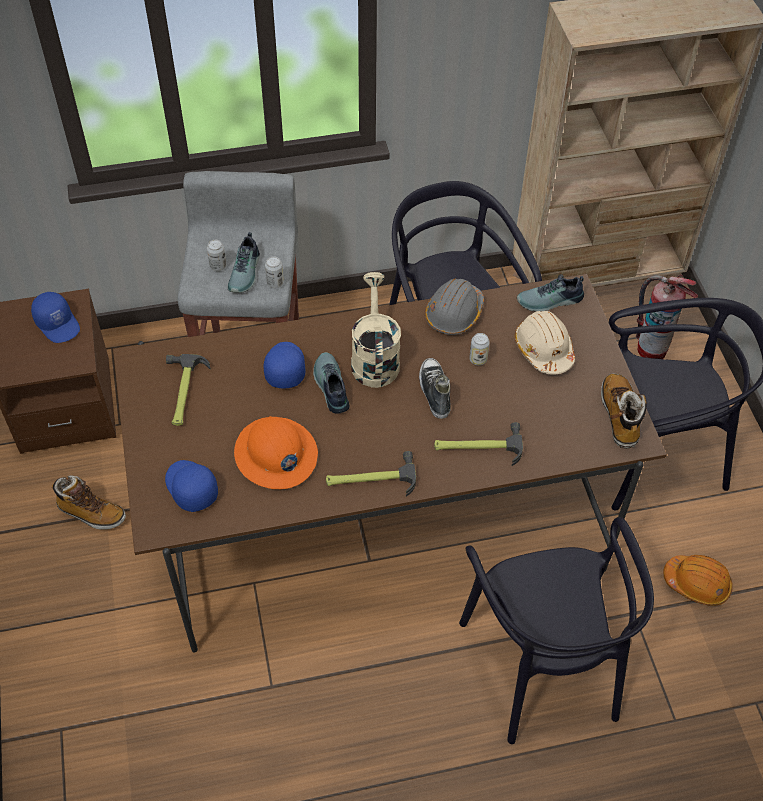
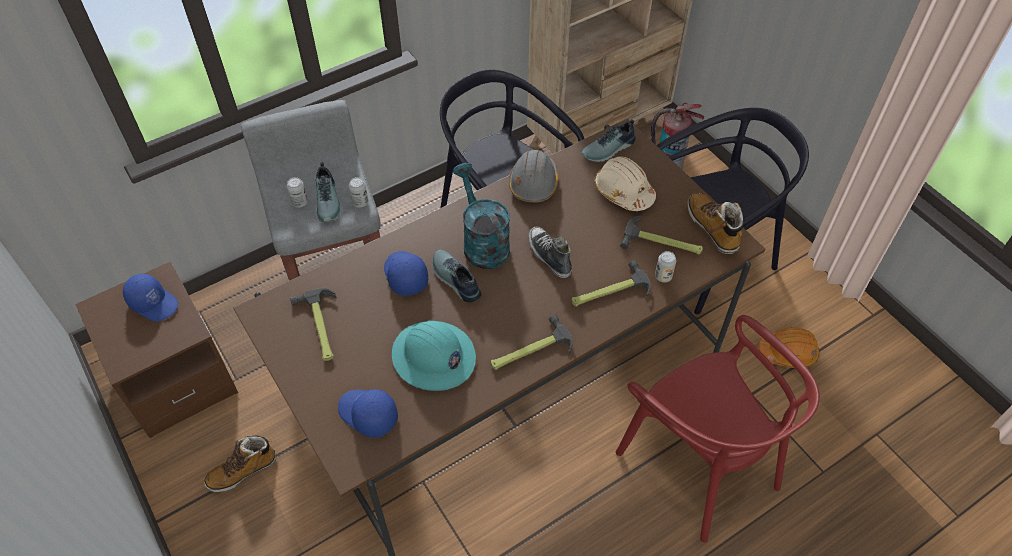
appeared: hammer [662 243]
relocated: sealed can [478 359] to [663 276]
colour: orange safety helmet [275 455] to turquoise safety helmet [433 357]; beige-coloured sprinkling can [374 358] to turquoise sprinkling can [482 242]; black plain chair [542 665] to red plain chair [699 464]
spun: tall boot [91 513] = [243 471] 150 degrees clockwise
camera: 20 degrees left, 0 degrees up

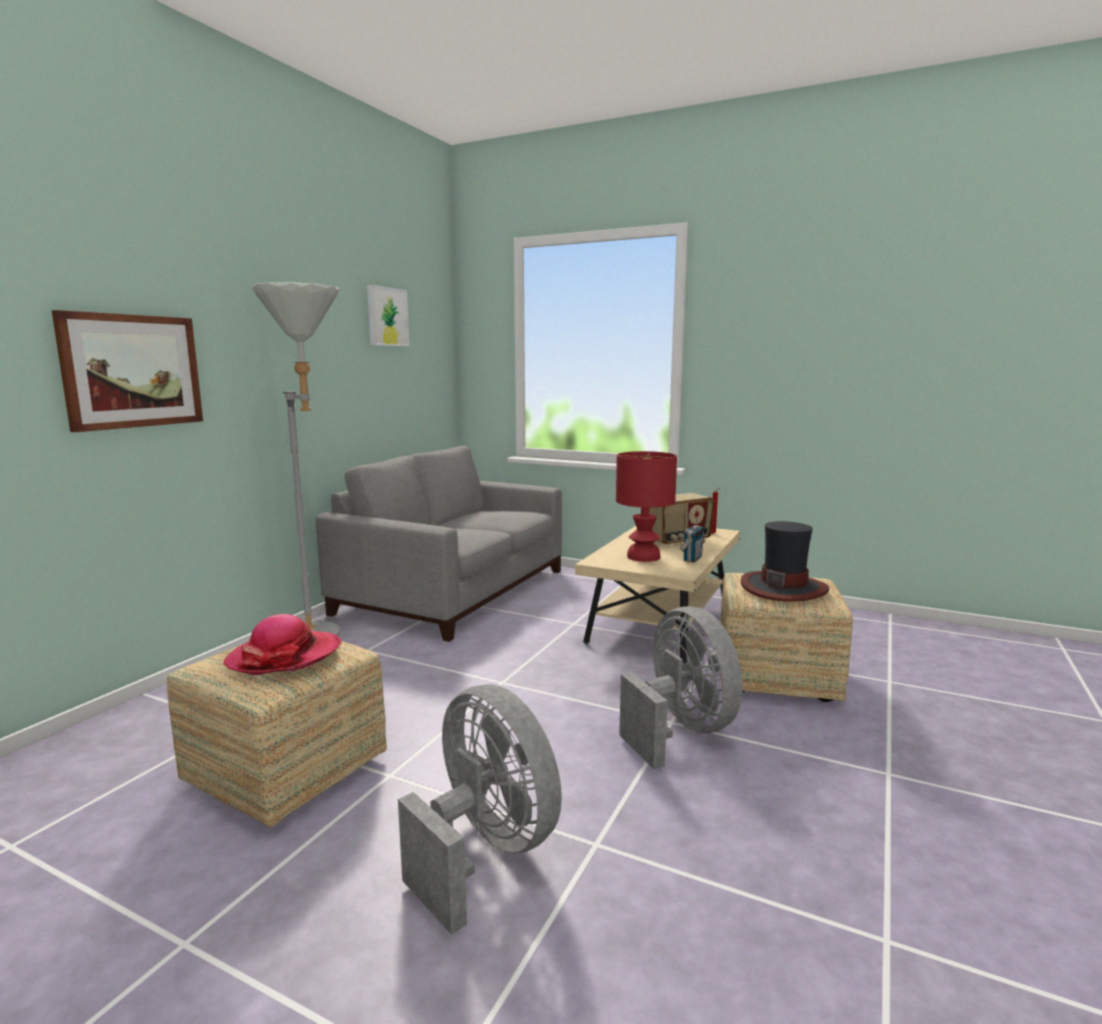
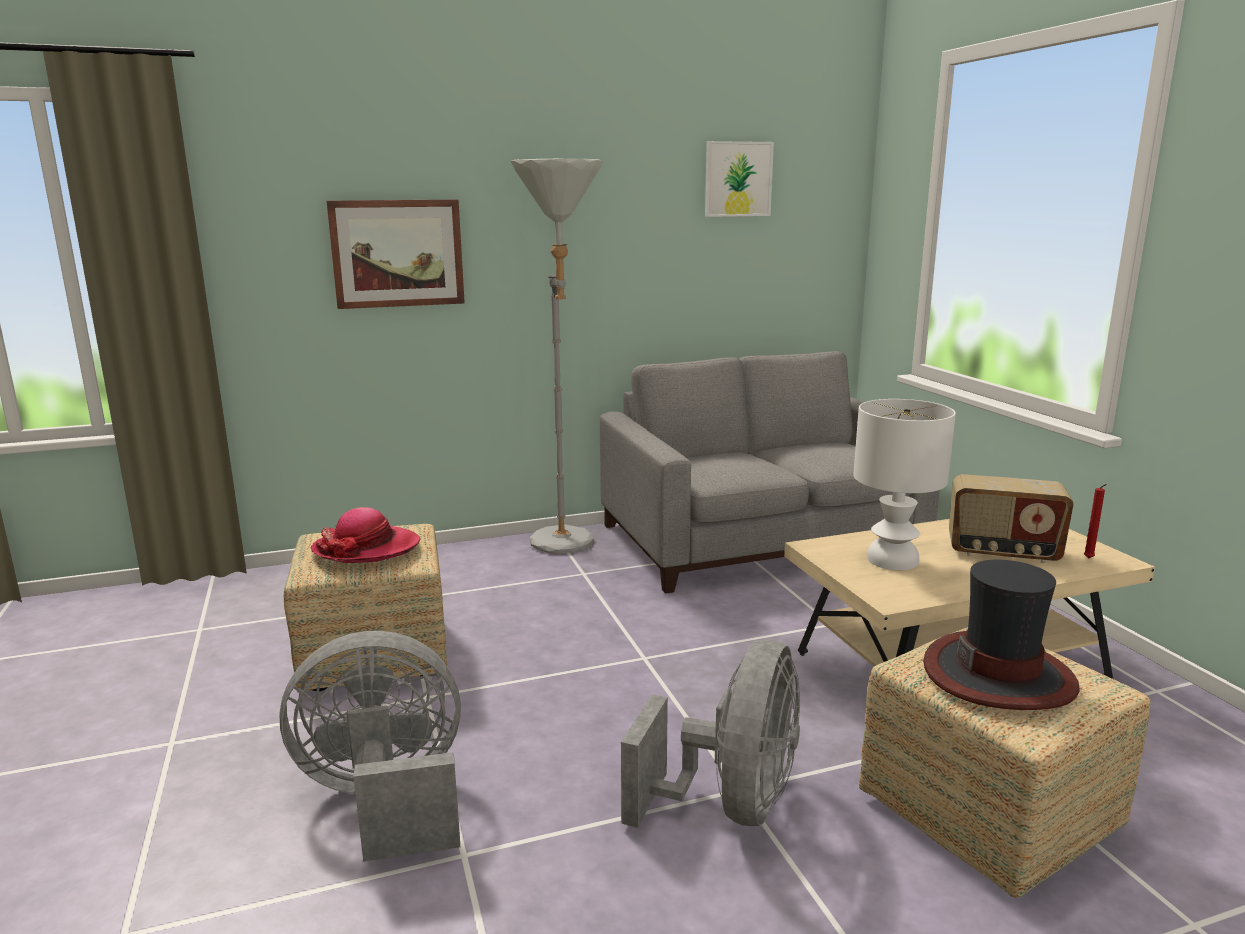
missing: radio [692 559]
colour: red tabletop lamp [643 557] to white-coloured tabletop lamp [892 560]
spun: gray cooling fan [485 851] = [385 801] 105 degrees counterclockwise
camera: 45 degrees right, 5 degrees up

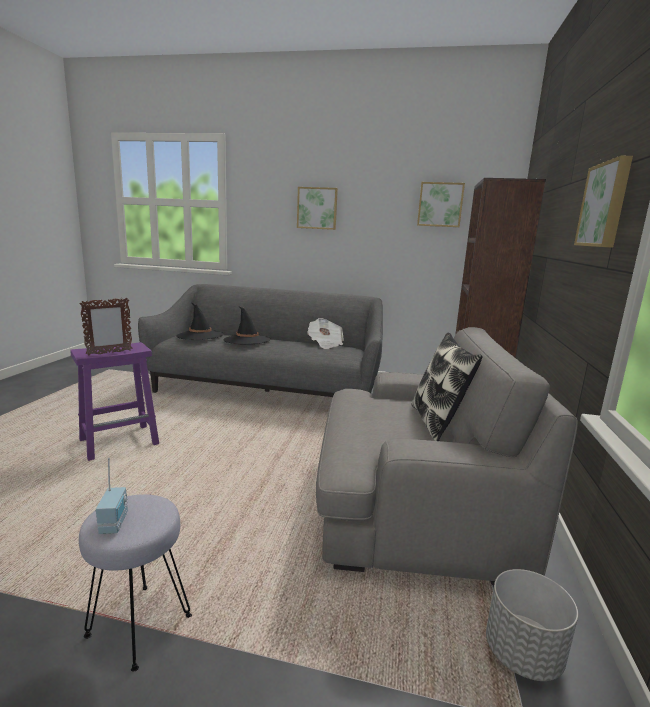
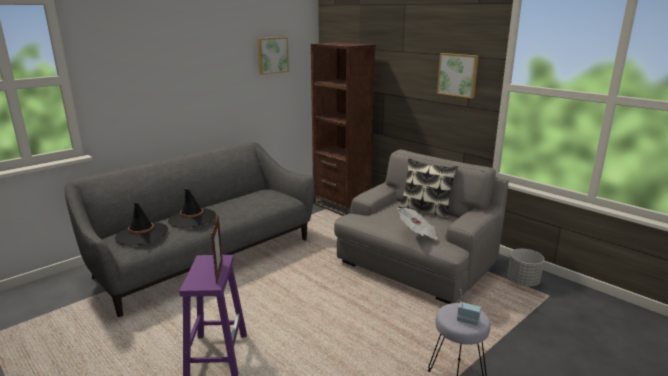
missing: wall art [317 208]
relocated: printed paper [325 343] to [417 233]
camera: 55 degrees left, 5 degrees up

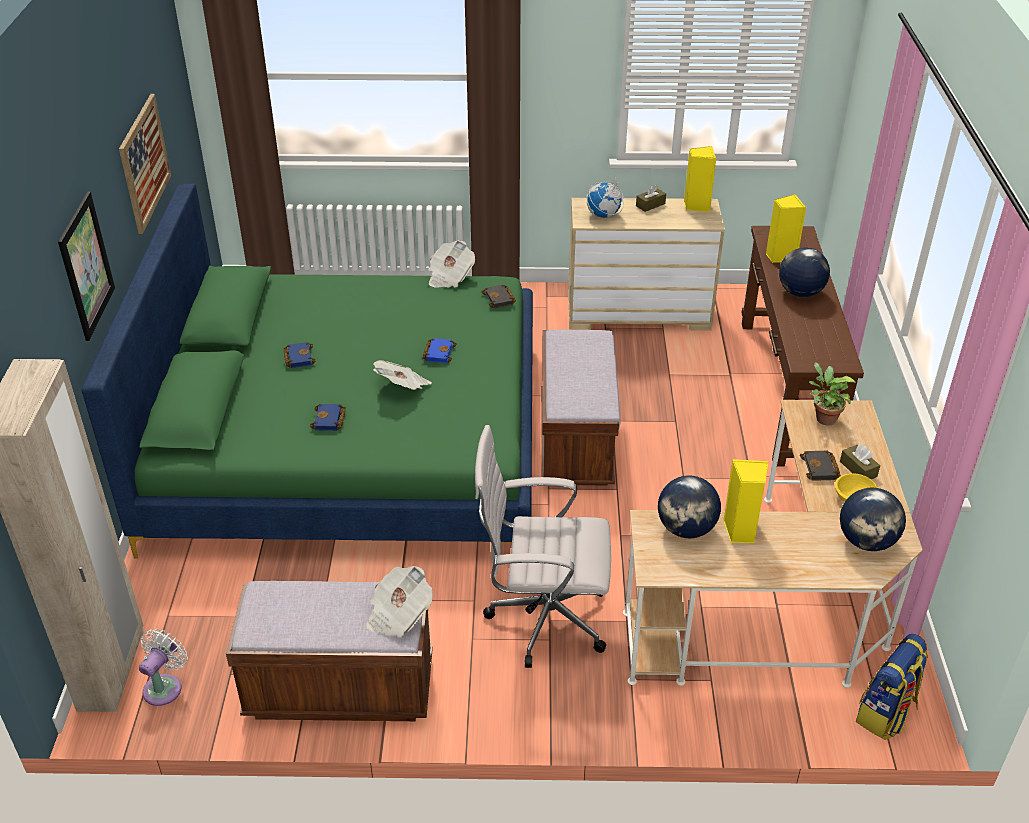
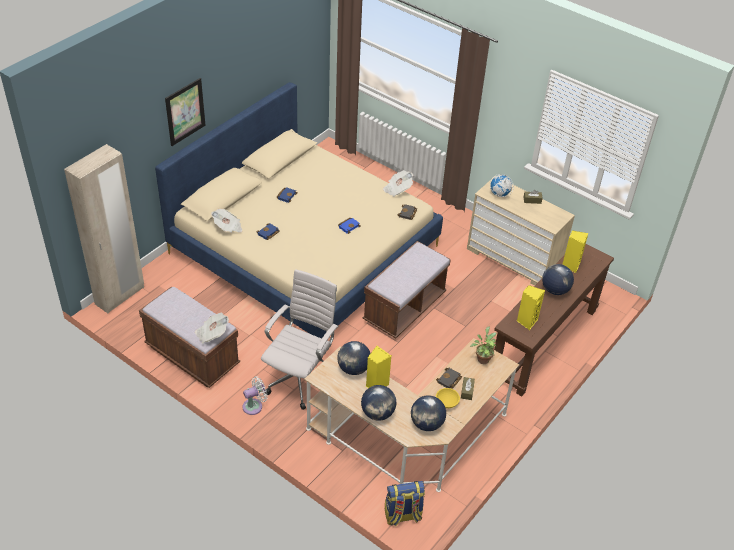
missing: wall art [144 162]
appeared: desk globe [378 413]
relocated: printed paper [403 387] to [228 227]; white-coloured cooling fan [165 686] to [254 406]; yellowish loudspeaker [696 205] to [526 321]
colour: green-coloured bedroom bed [351 439] to beige-coloured bedroom bed [304 249]
spun: white-coloured office chair [542 618] = [300 379] 75 degrees clockwise
camera: 35 degrees right, 5 degrees up

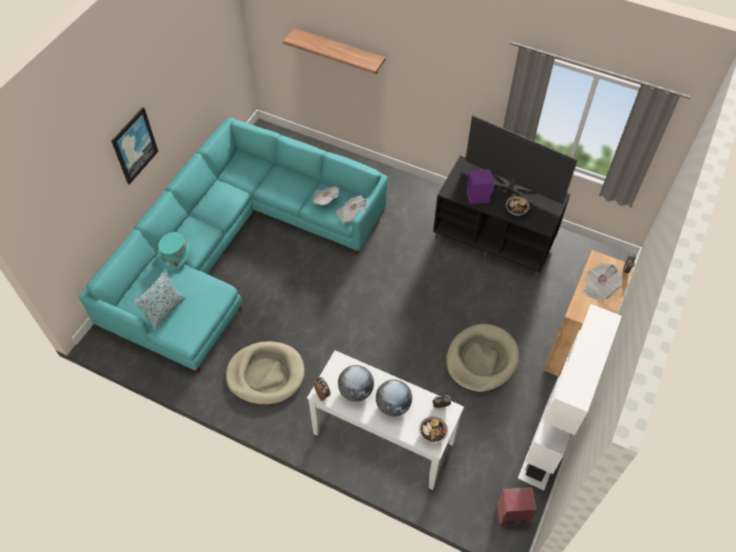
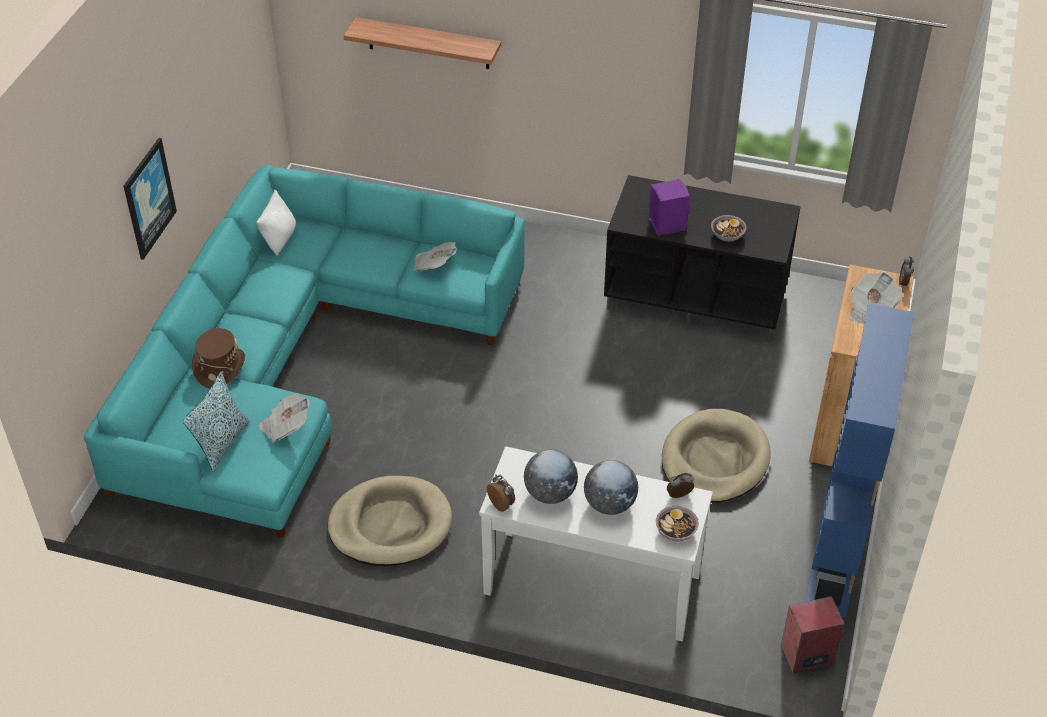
missing: TV set [512 186]
appeared: white-coloured pillow [279 239]
relocated: printed paper [351 214] to [285 426]
colour: turquoise wearable hat [175 256] to brown wearable hat [219 367]; white-coloured bookcase [547 442] to blue-coloured bookcase [836 554]
camera: 10 degrees left, 10 degrees down

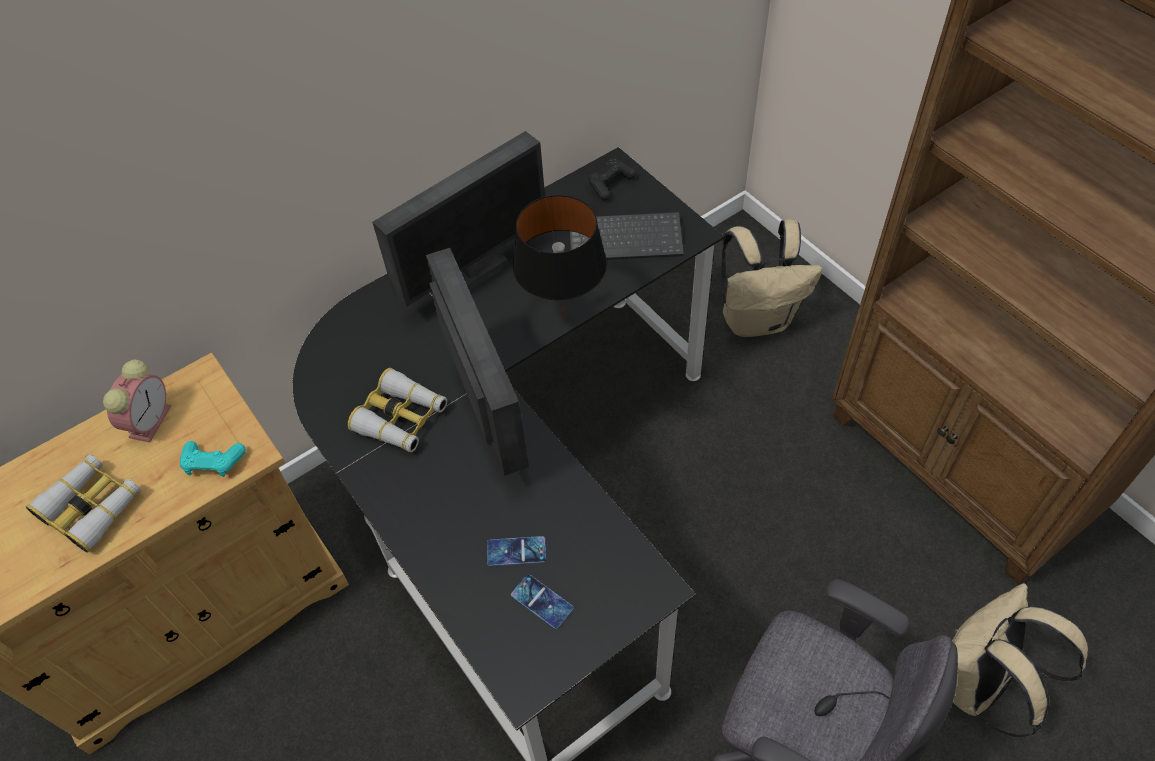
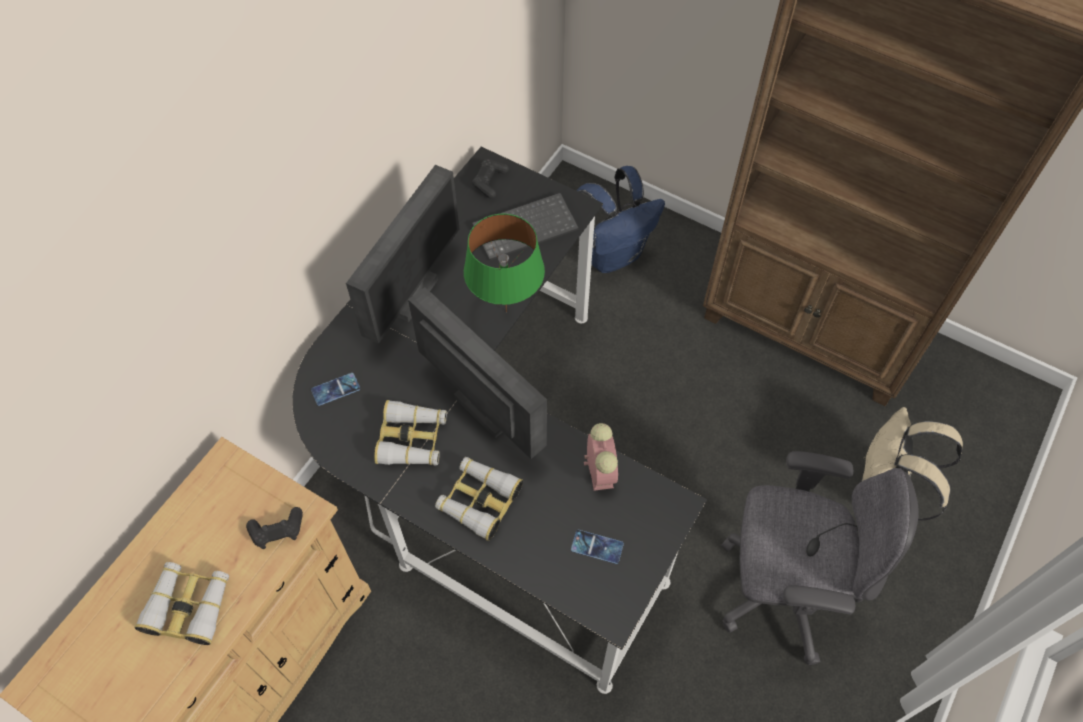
appeared: field glasses [479 500]
relocated: telephone [516 551] to [335 389]; table clock [151 419] to [599 469]
colour: turquoise gamepad [213 462] to black gamepad [277 531]; black tabletop lamp [564 317] to green-coloured tabletop lamp [506 310]; beige-coloured backpack [758 319] to blue-coloured backpack [613 254]
camera: 25 degrees left, 5 degrees up

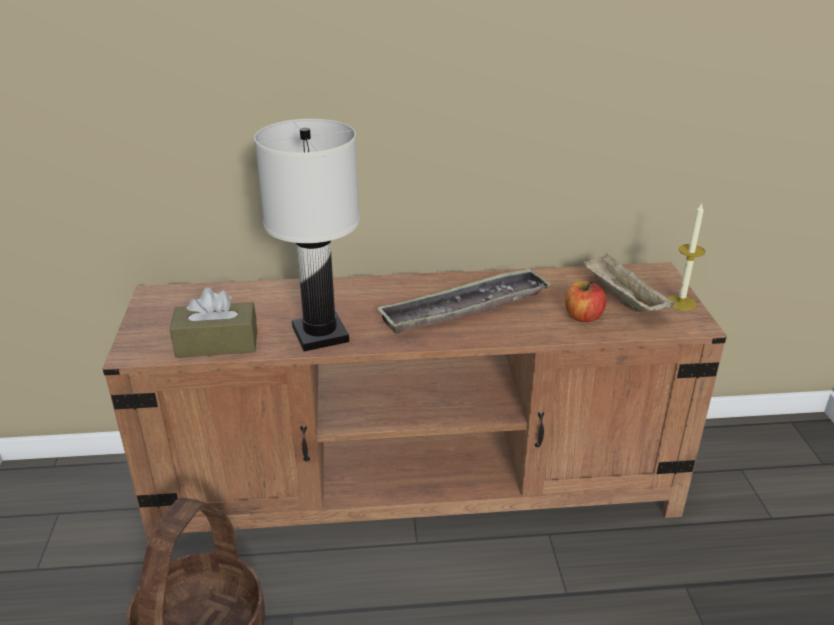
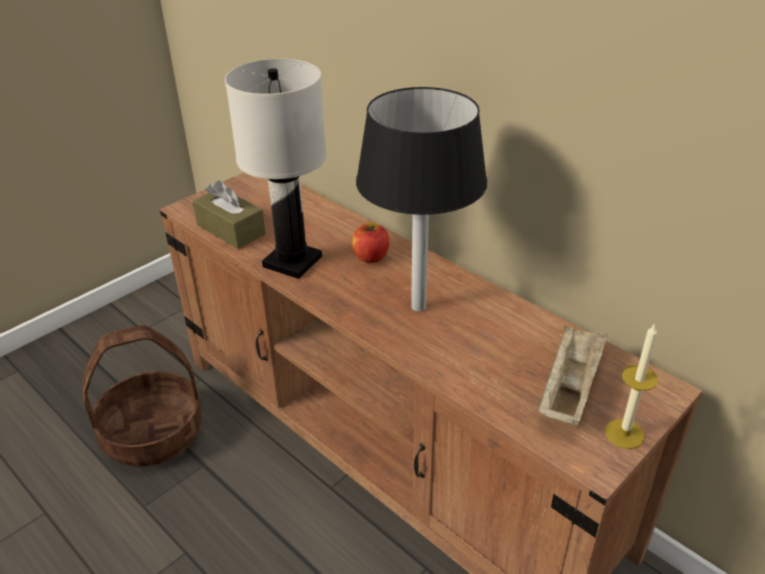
relocated: apple [582 316] to [371 257]
exchanged: serving tray [464 309] to black tabletop lamp [418 306]
camera: 50 degrees right, 5 degrees up

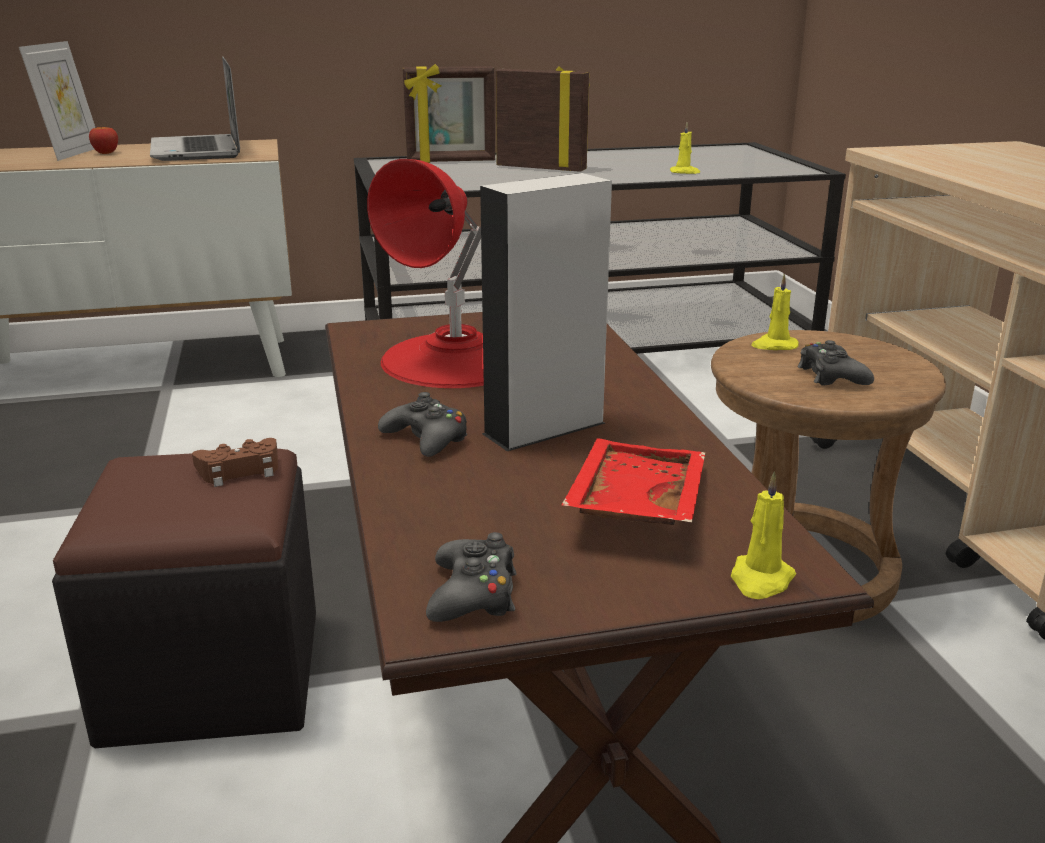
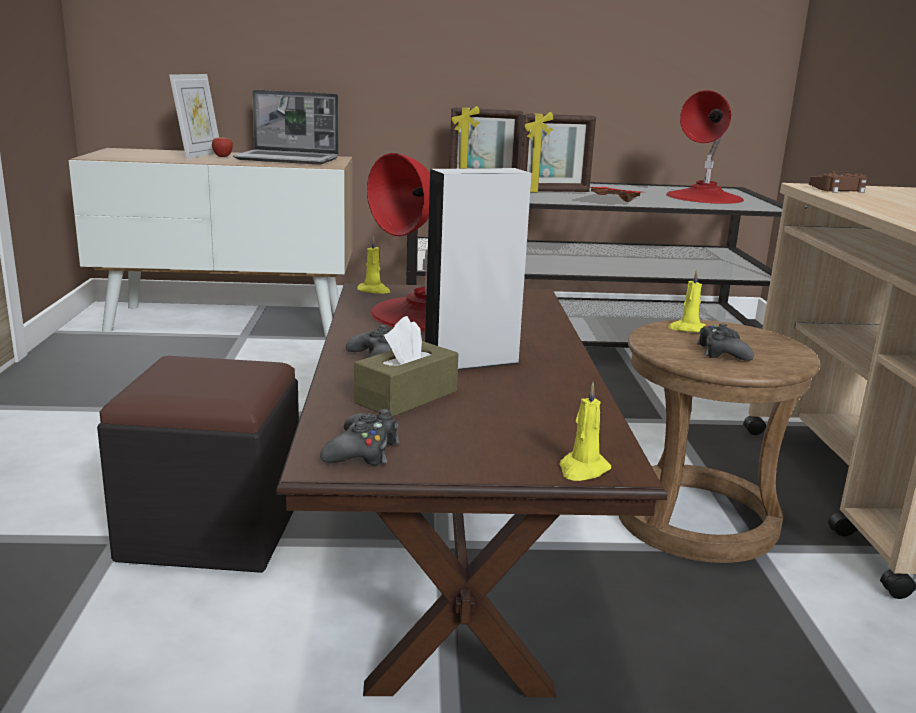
appeared: brown tissue holder [406 397]; red tabletop lamp [704 197]
relocated: yellowish wax candle [685 172] to [374 291]; red serving tray [633 503] to [613 201]; brown gamepad [240 470] to [838 190]
spun: notebook computer [198 151] = [289 159] 75 degrees counterclockwise; standing frame [541 168] = [552 192] 135 degrees clockwise
camera: 10 degrees right, 5 degrees down

